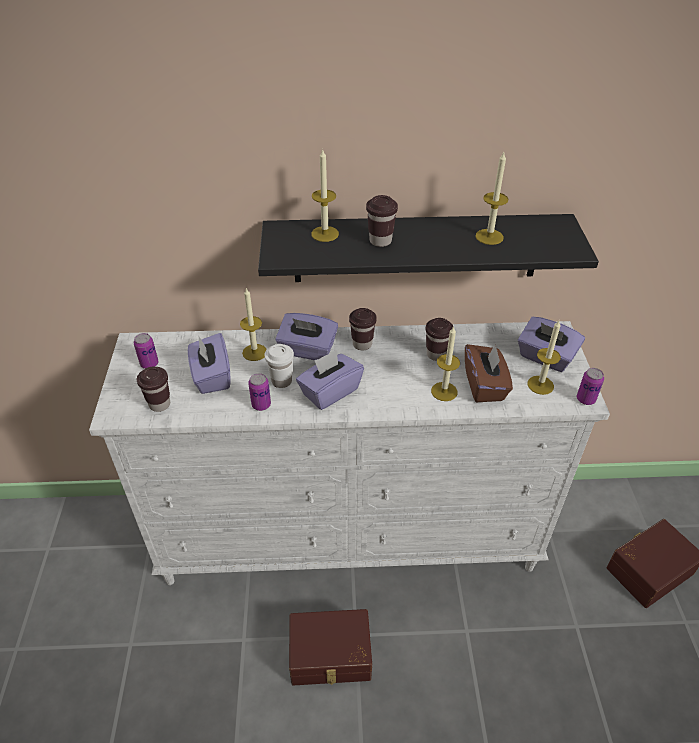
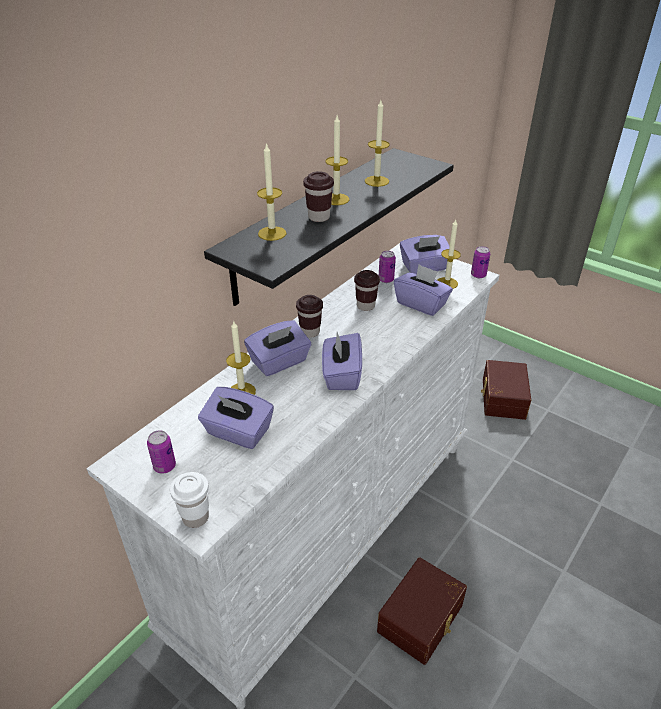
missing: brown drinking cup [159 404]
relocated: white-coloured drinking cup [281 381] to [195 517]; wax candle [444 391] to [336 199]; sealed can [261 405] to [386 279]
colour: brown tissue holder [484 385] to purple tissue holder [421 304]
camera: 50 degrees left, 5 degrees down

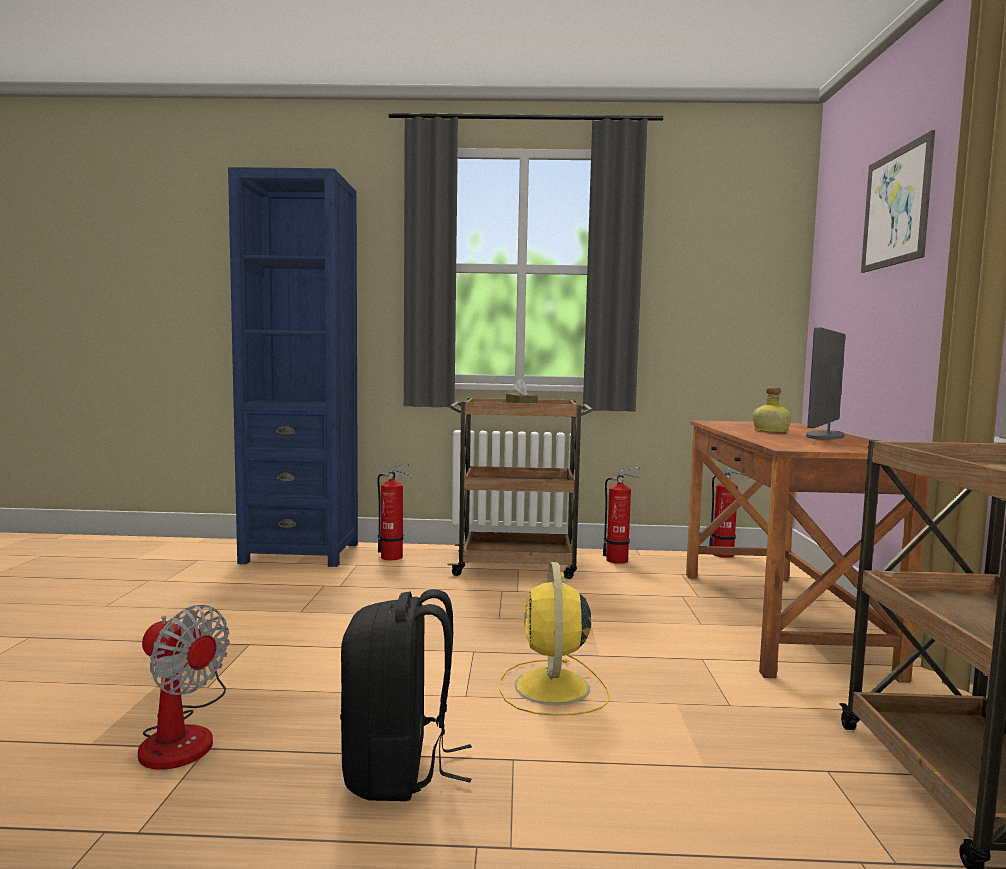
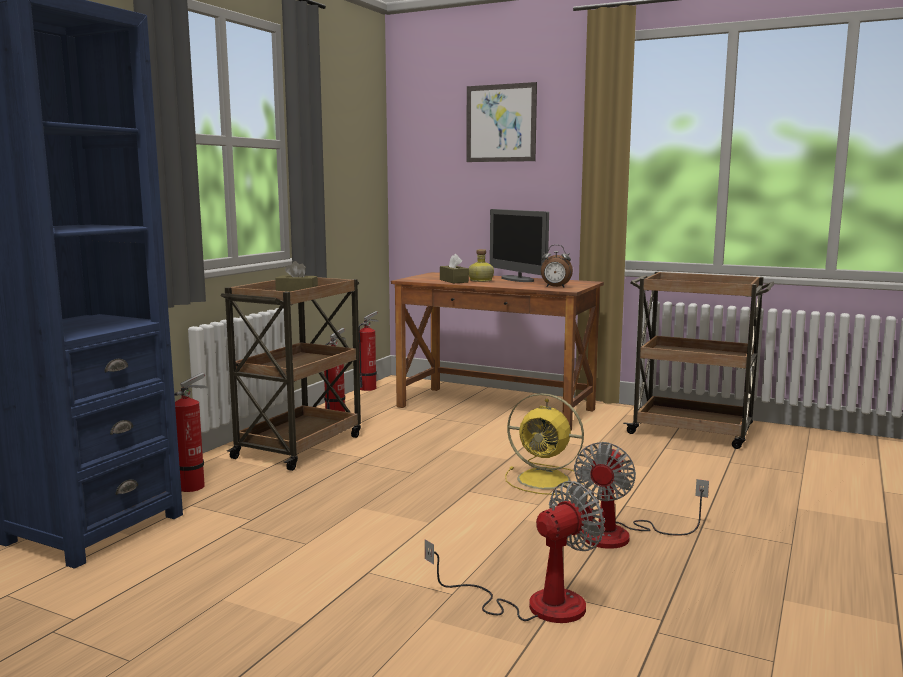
appeared: brown tissue holder [454 281]; table clock [555 287]
exchanged: black backpack [399 770] to cooling fan [622 535]
camera: 65 degrees left, 5 degrees up

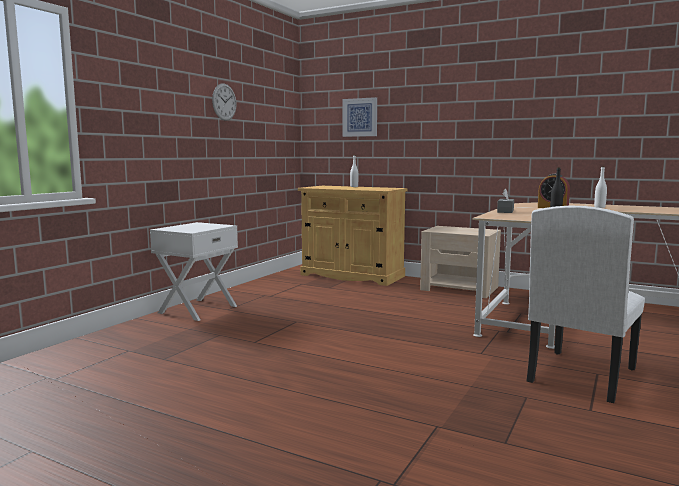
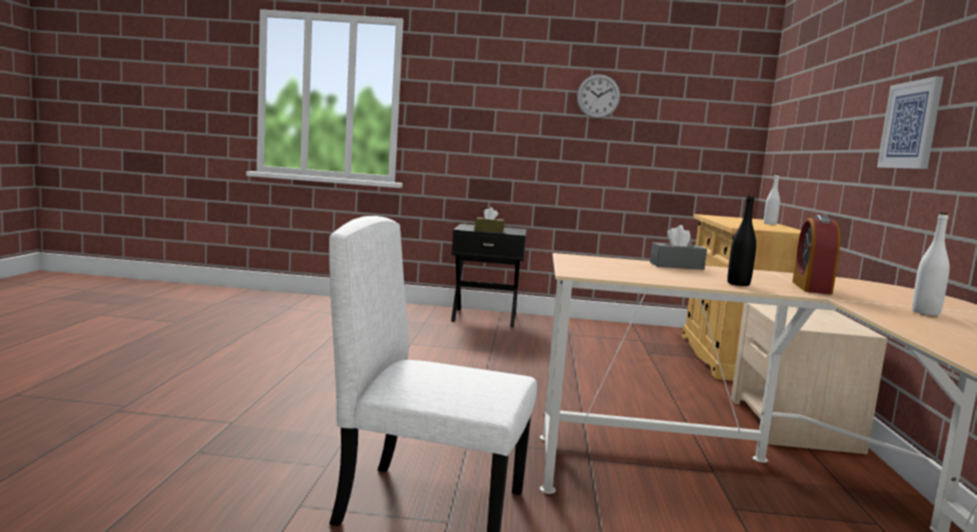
appeared: brown tissue holder [489 231]
relocated: wall art [360 117] to [911 125]
colour: white-coloured bedside table [197 309] to black bedside table [484 317]
camera: 65 degrees right, 0 degrees up

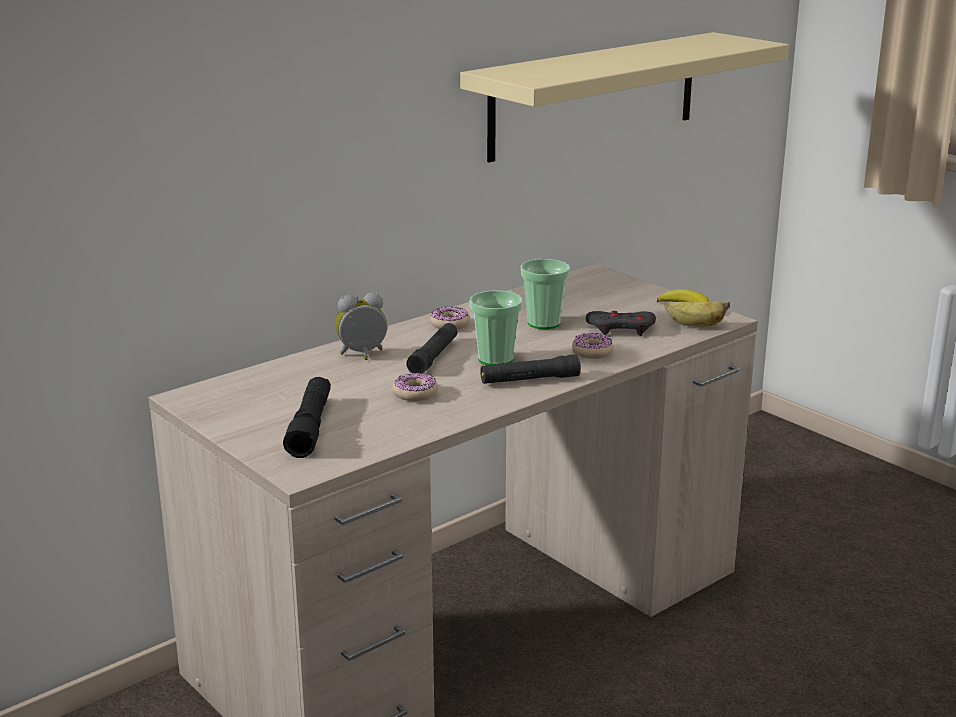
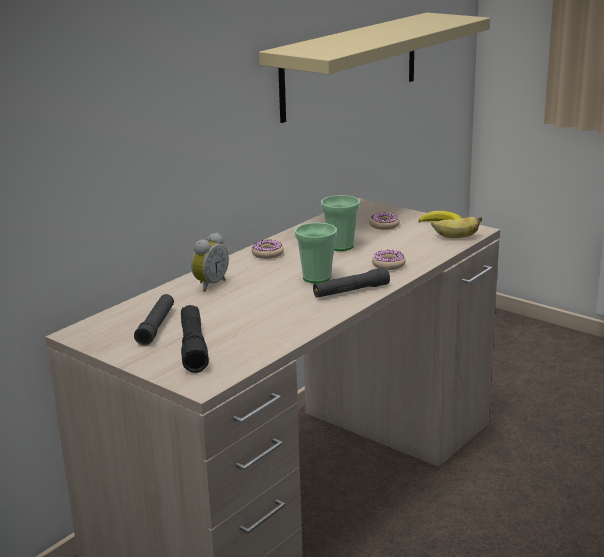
missing: gray gamepad [621 329]
relocated: black flashlight [433 357] to [156 326]; donut [415 393] to [384 225]
spun: table clock [363 355] = [209 285] 150 degrees clockwise
camera: 10 degrees left, 0 degrees up

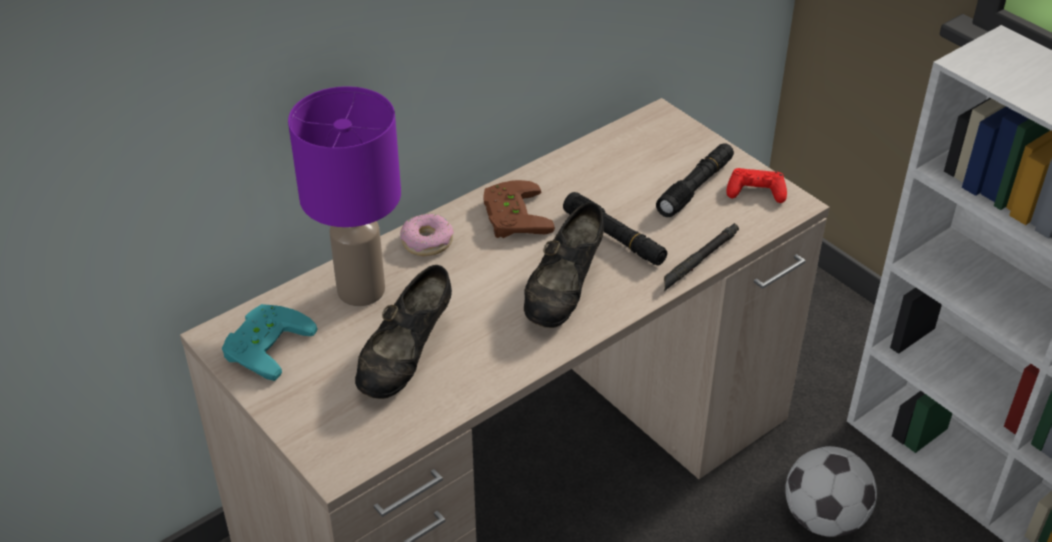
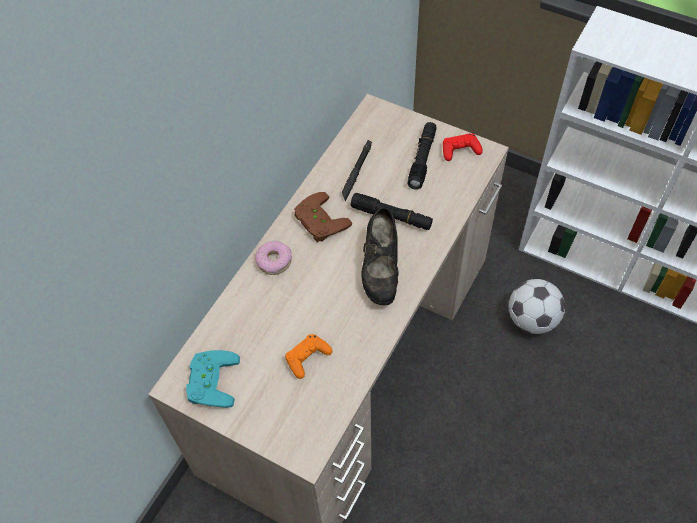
missing: purple tabletop lamp [359 291]
relocated: black flashlight [699 260] to [356 172]
exchanged: black item of footwear [405 359] to orange gamepad [307 357]
camera: 20 degrees left, 15 degrees up

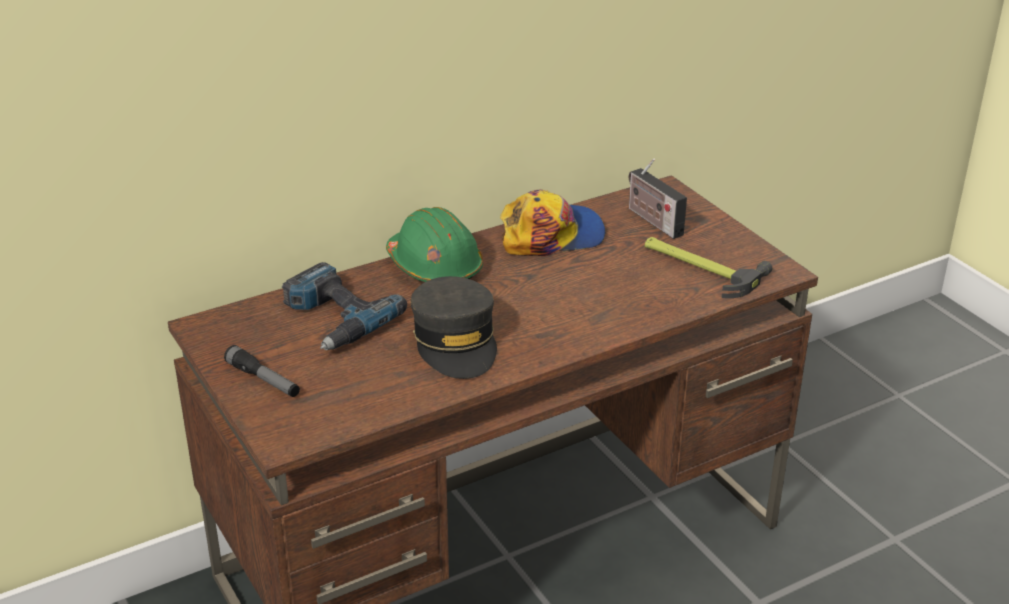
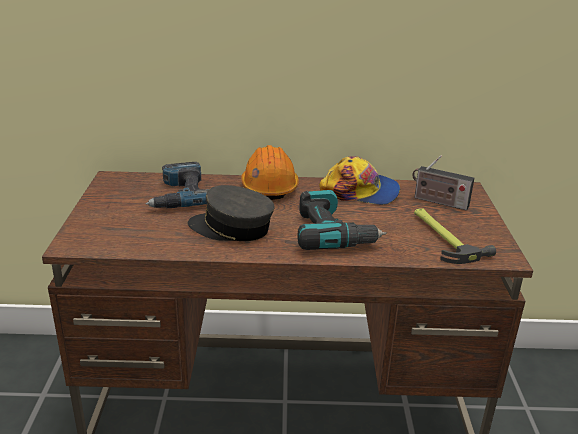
missing: flashlight [263 380]
appeared: drill [333 233]
colour: green-coloured safety helmet [434 266] to orange safety helmet [269 186]
spun: gray baseball cap [456 342] = [231 228] 90 degrees clockwise; radio [652 220] = [438 202] 60 degrees counterclockwise
camera: 30 degrees right, 5 degrees down

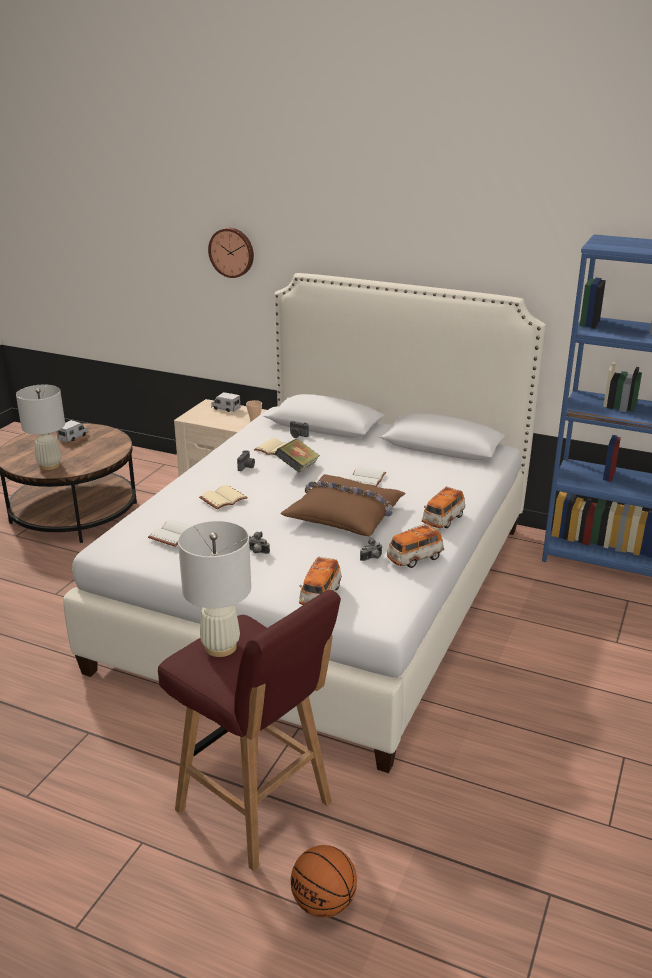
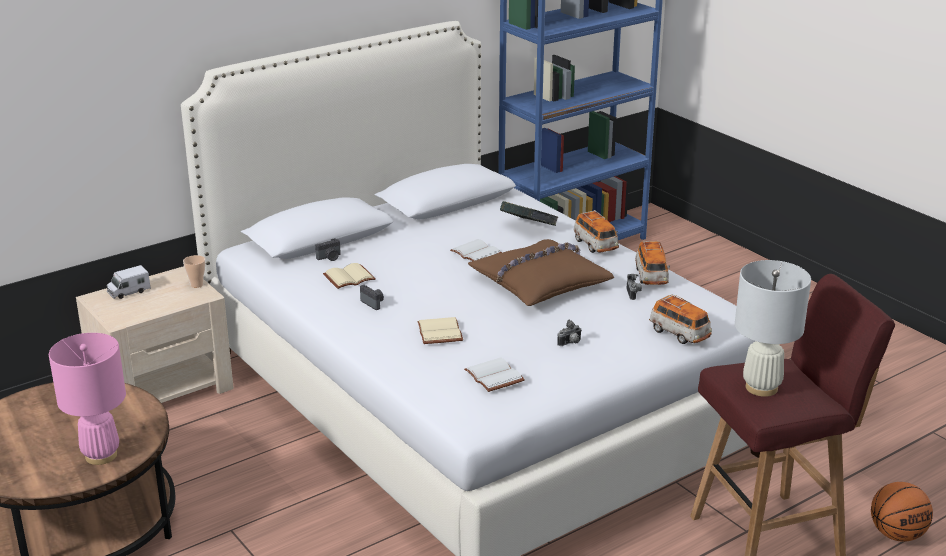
missing: toy truck [73 437]; wall clock [232 252]
relocated: volume [297 468] to [528 228]
colour: white-coloured tabletop lamp [49 465] to pink tabletop lamp [101 455]
camera: 60 degrees left, 0 degrees up

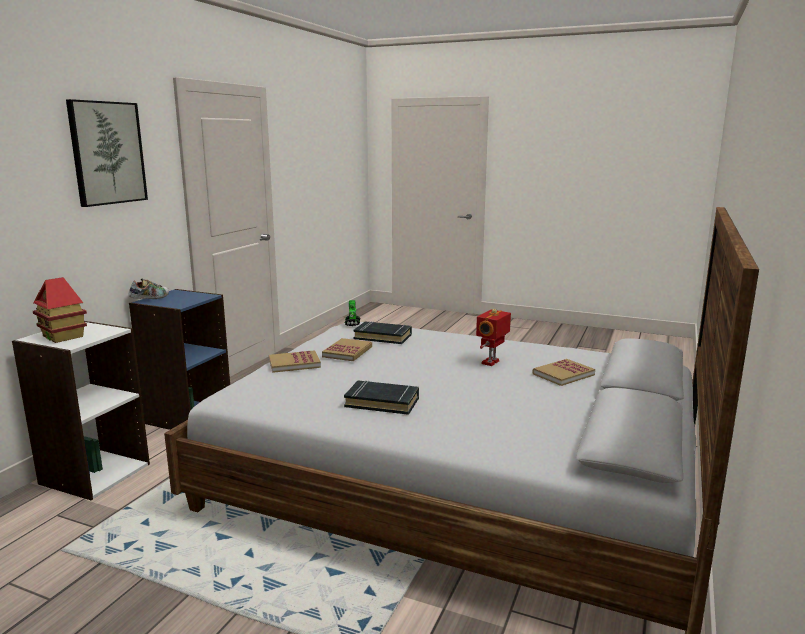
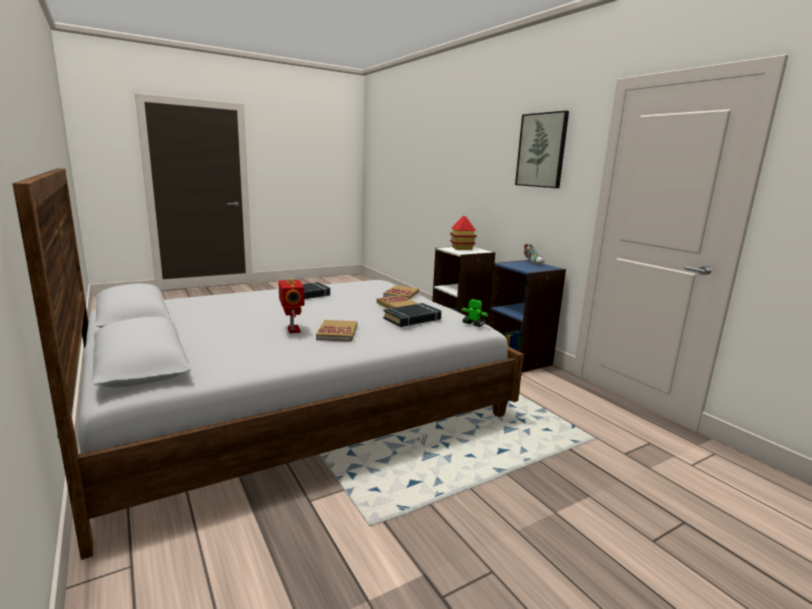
relocated: volume [563 374] to [337 333]
camera: 125 degrees right, 0 degrees up

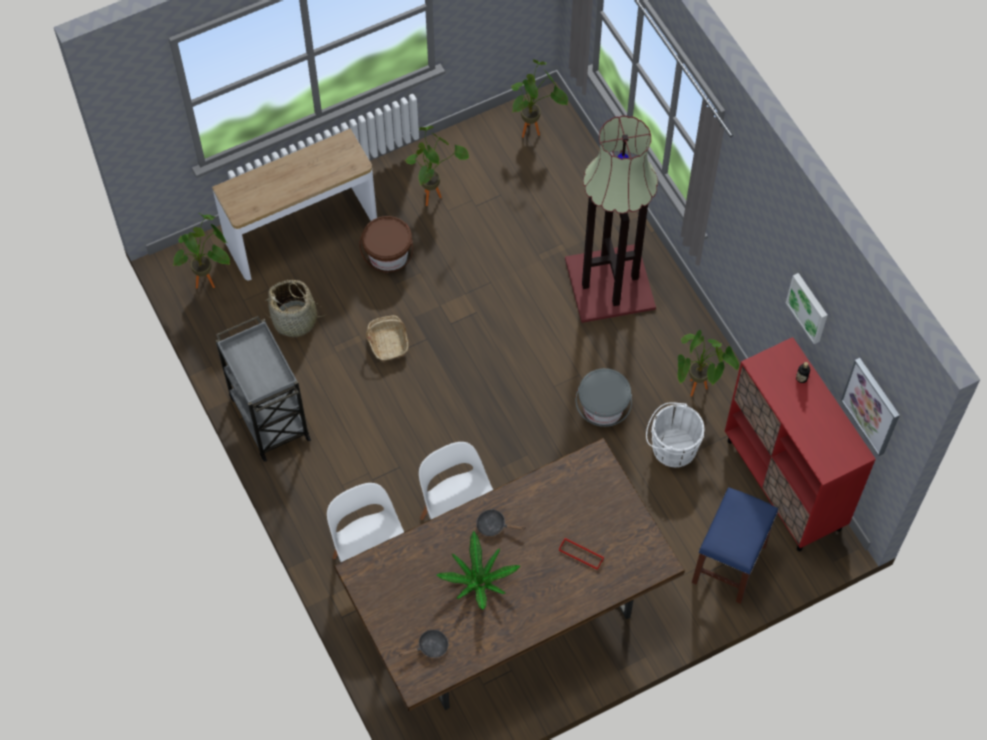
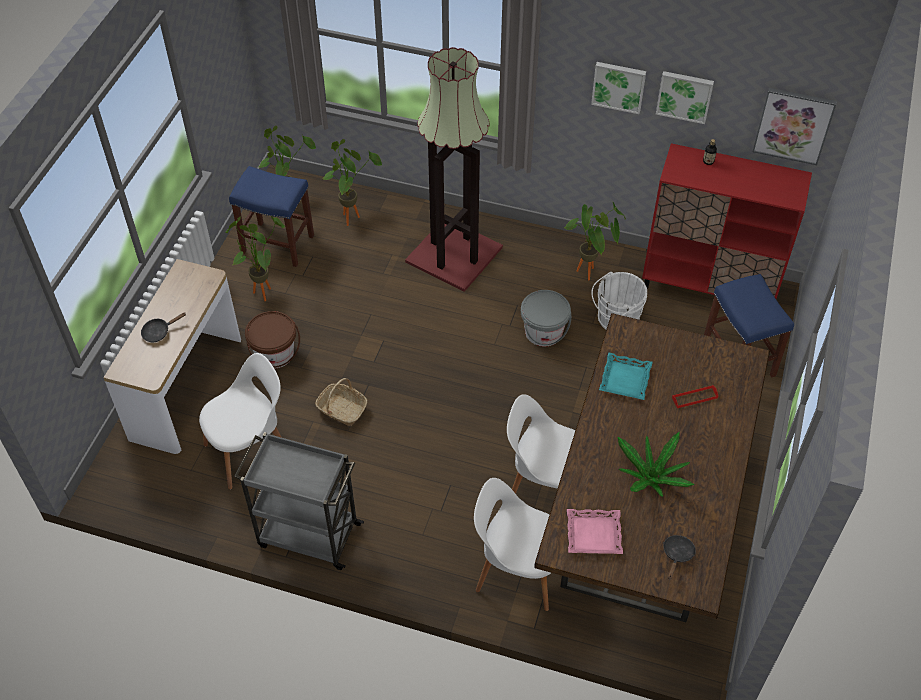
appeared: blue-coloured stool [276 244]; pink serving tray [593 535]; wall art [618 86]; turquoise serving tray [624 379]
relocated: black pan [494 525] to [159 332]; houseplant [210 281] to [352 216]
exchanged: household basket [295 320] to white-coloured plain chair [250 450]
camera: 45 degrees left, 10 degrees down

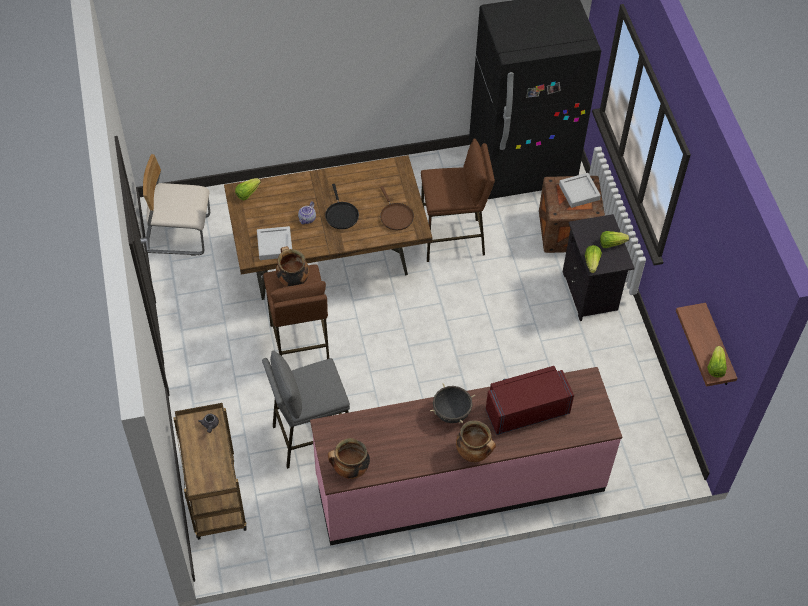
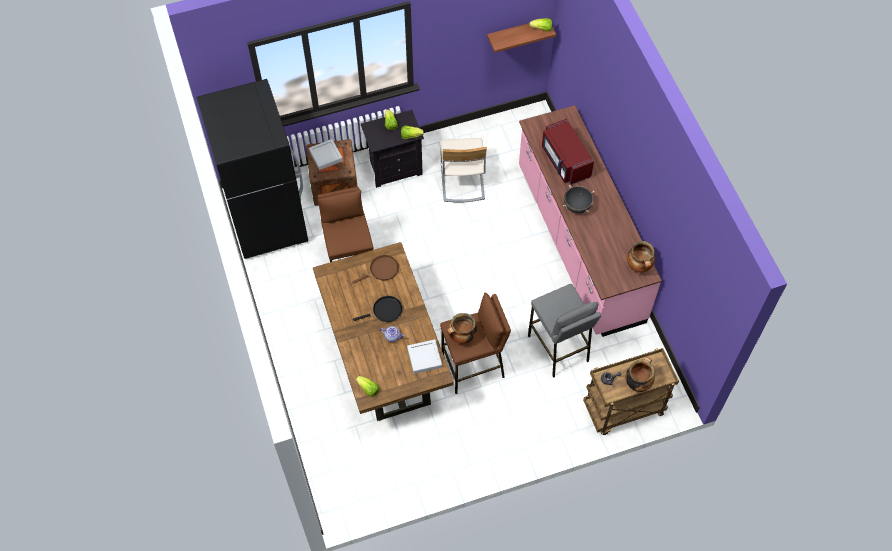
relocated: beige-coloured plain chair [179 234] to [462 181]; saucepot [474 453] to [637 383]
camera: 95 degrees left, 5 degrees up

